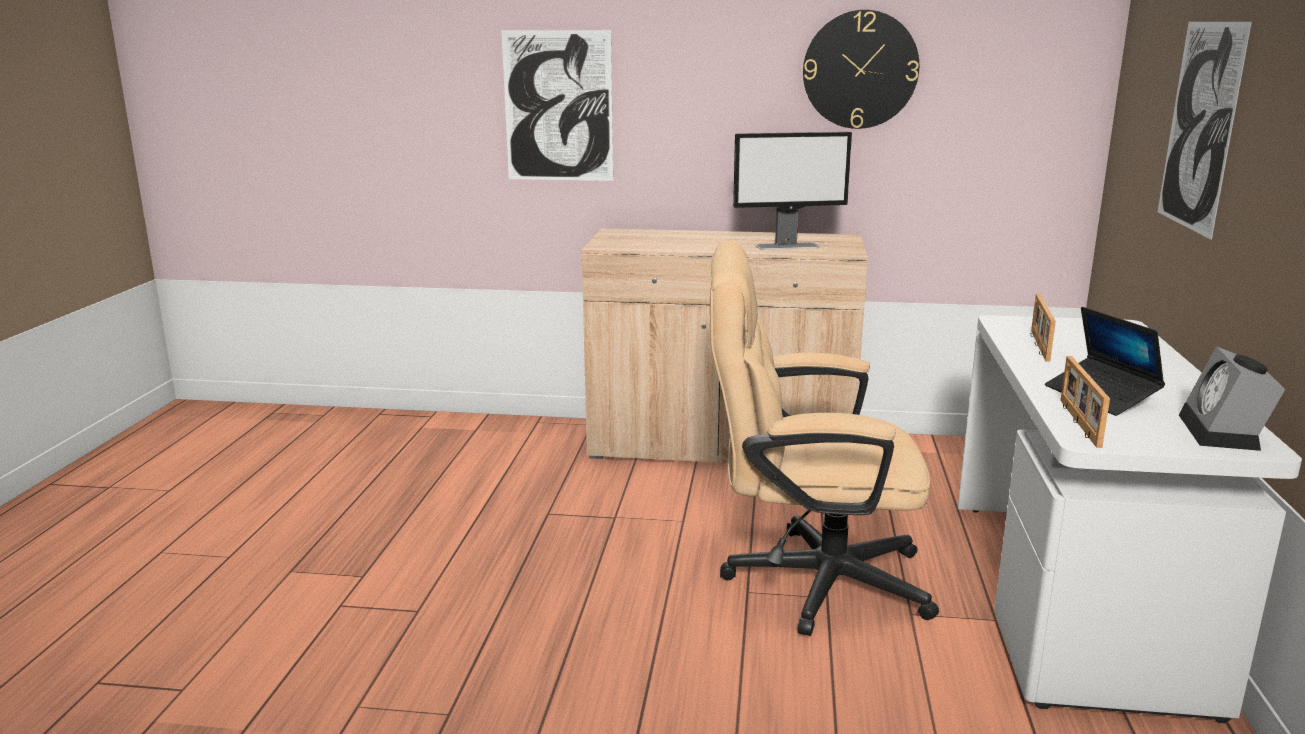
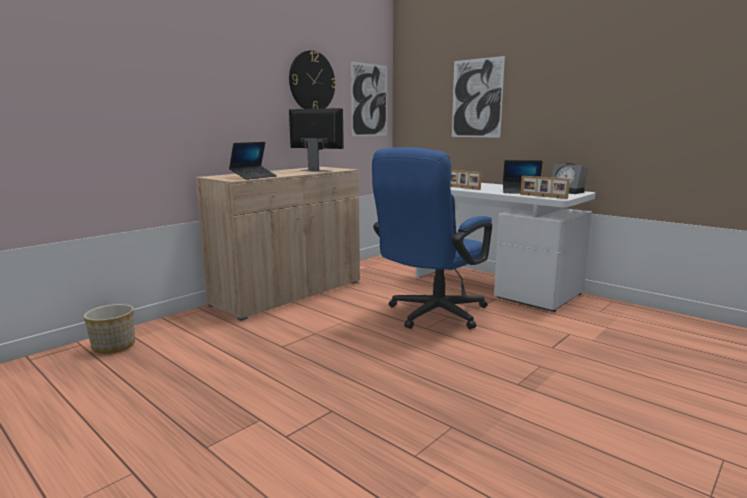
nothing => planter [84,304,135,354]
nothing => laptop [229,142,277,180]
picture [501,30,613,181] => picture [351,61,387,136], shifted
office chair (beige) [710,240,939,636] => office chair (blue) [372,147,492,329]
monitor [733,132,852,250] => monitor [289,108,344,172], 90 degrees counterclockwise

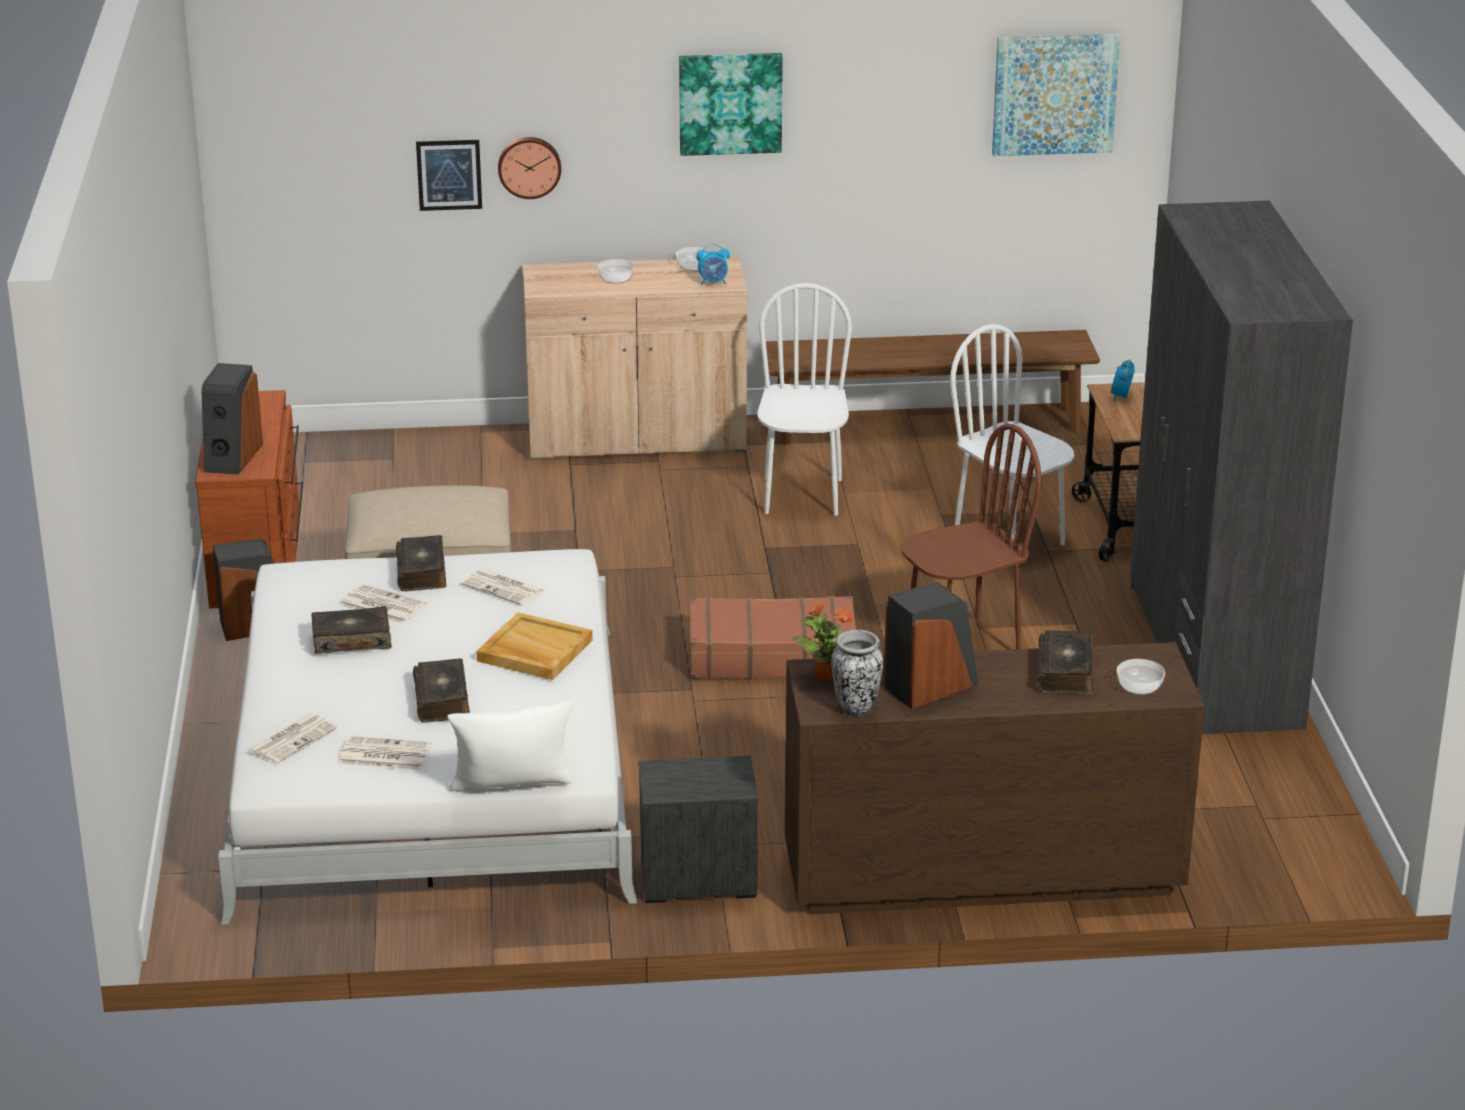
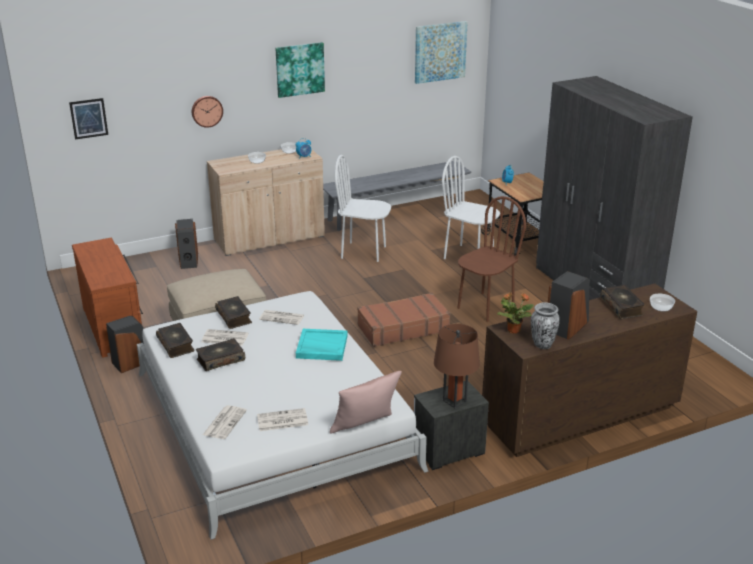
nothing => table lamp (brown) [434,324,480,408]
speaker [202,363,263,475] => speaker [175,219,198,269], shifted
book [413,658,470,723] => book [156,323,195,358], shifted
picture [416,140,482,211] => picture [69,98,108,140], shifted
pillow (white) [447,701,573,791] => pillow (pink) [330,371,402,434]
tray (beige) [476,612,593,680] => tray (turquoise) [296,329,348,361]
bench (brown) [766,330,1100,445] => bench (grey) [323,161,471,231]
chair (white) [757,283,852,516] => chair (white) [335,155,391,262], 60 degrees counterclockwise

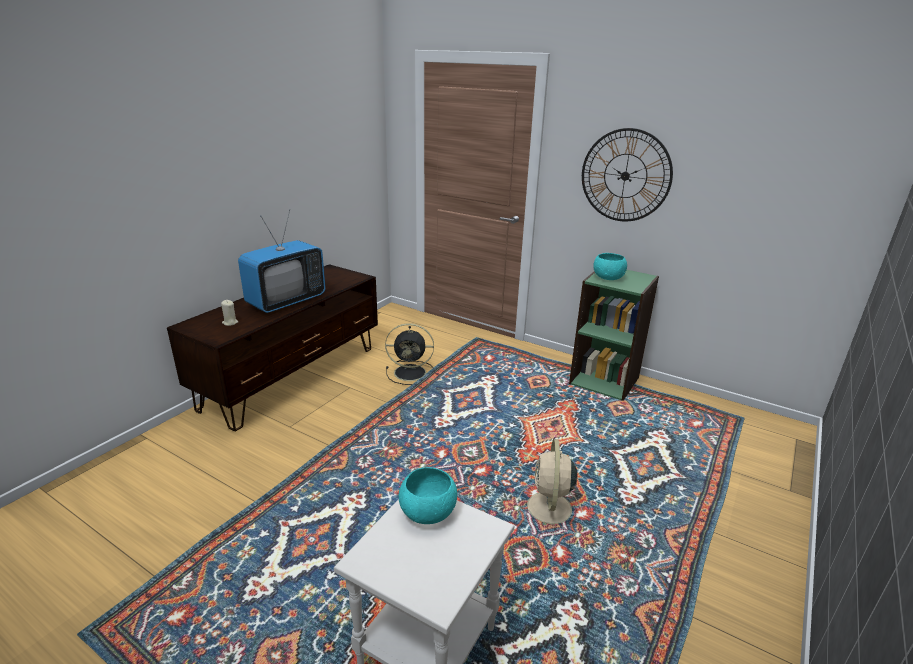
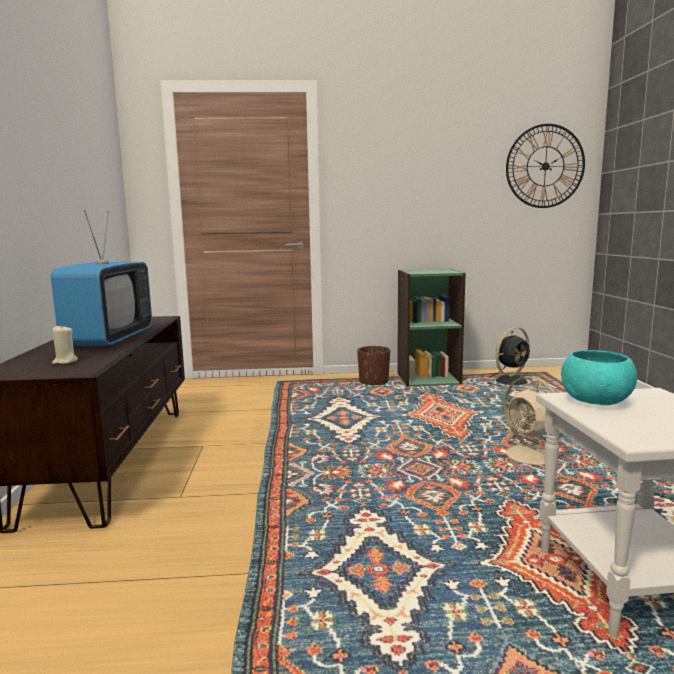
bowl (turquoise) [593,253,627,280] => nothing
nothing => planter (brown) [357,346,390,385]
fan (black) [385,323,434,385] => fan (black) [488,327,530,388], shifted
wall clock [582,128,673,222] => wall clock [506,124,585,208], shifted

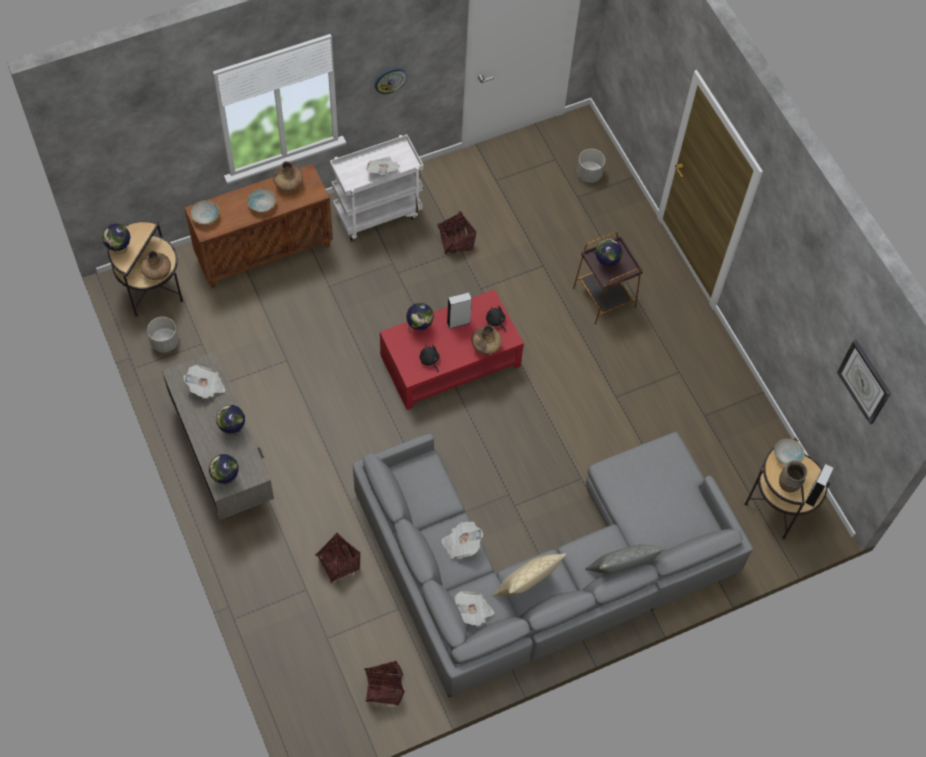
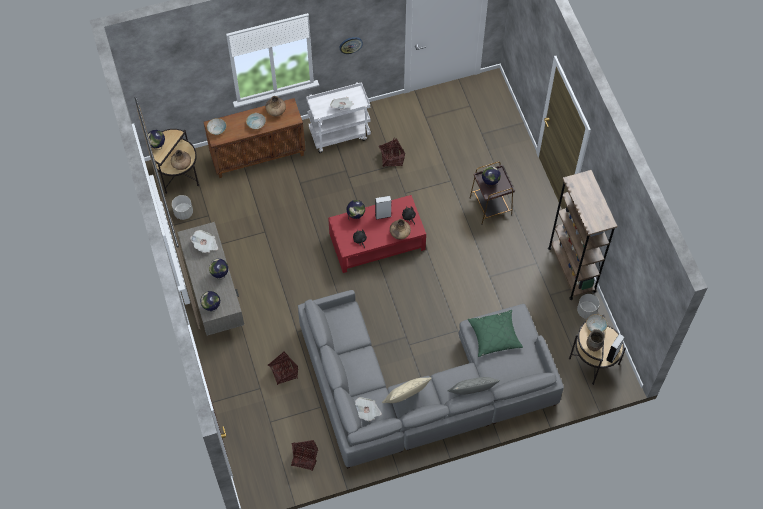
newspaper [441,522,483,559] => nothing
wall clock [837,340,891,424] => nothing
nothing => pillow (green) [468,310,523,357]
nothing => bookcase (brown) [548,170,617,300]
planter (grey) [577,149,605,183] => planter (grey) [577,294,600,319], shifted

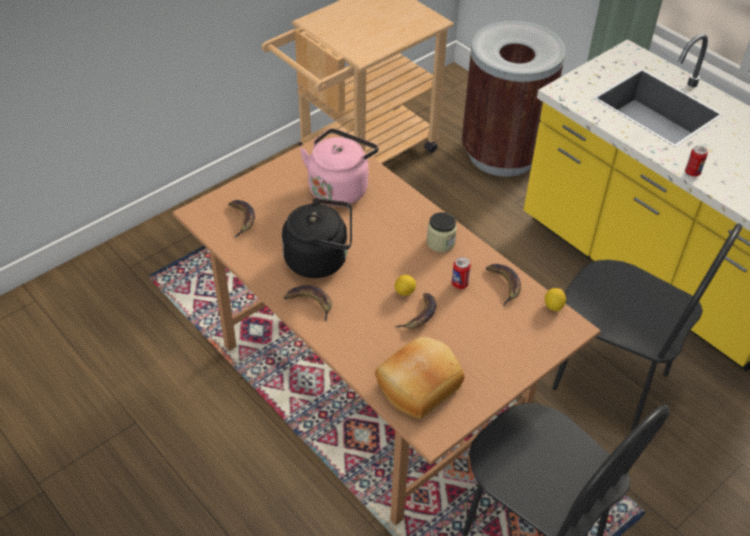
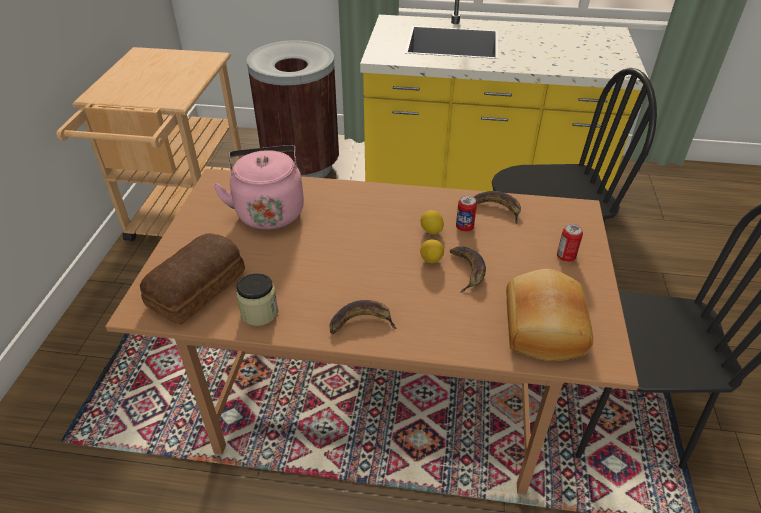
kettle (black) [282,198,352,278] => nothing
jar [427,212,457,252] => jar [236,273,278,326], shifted
lemon [545,288,566,311] => lemon [421,210,444,234], shifted
can [685,146,708,177] => can [557,224,583,262], shifted
banana [228,200,255,238] => bread [140,233,245,325]

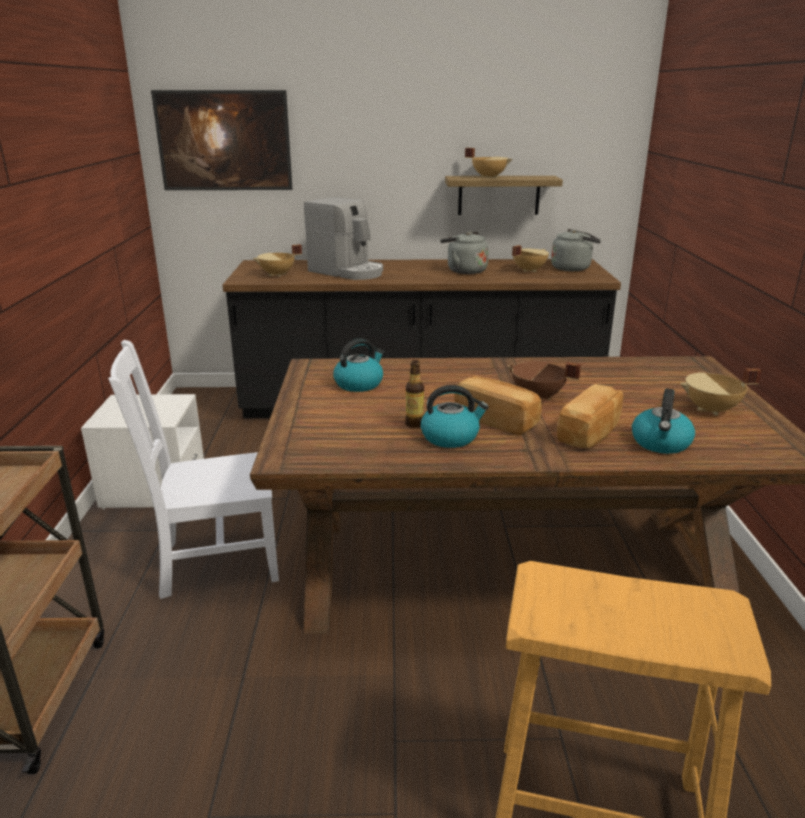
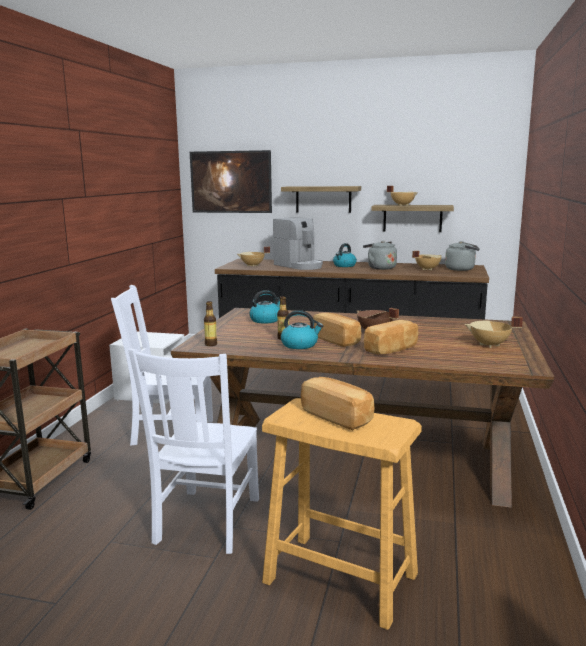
nothing => chair (white) [128,349,259,554]
nothing => bottle [204,301,217,346]
nothing => shelf [281,186,361,213]
nothing => bread [301,377,375,430]
kettle [632,389,695,454] => kettle [333,243,357,267], shifted

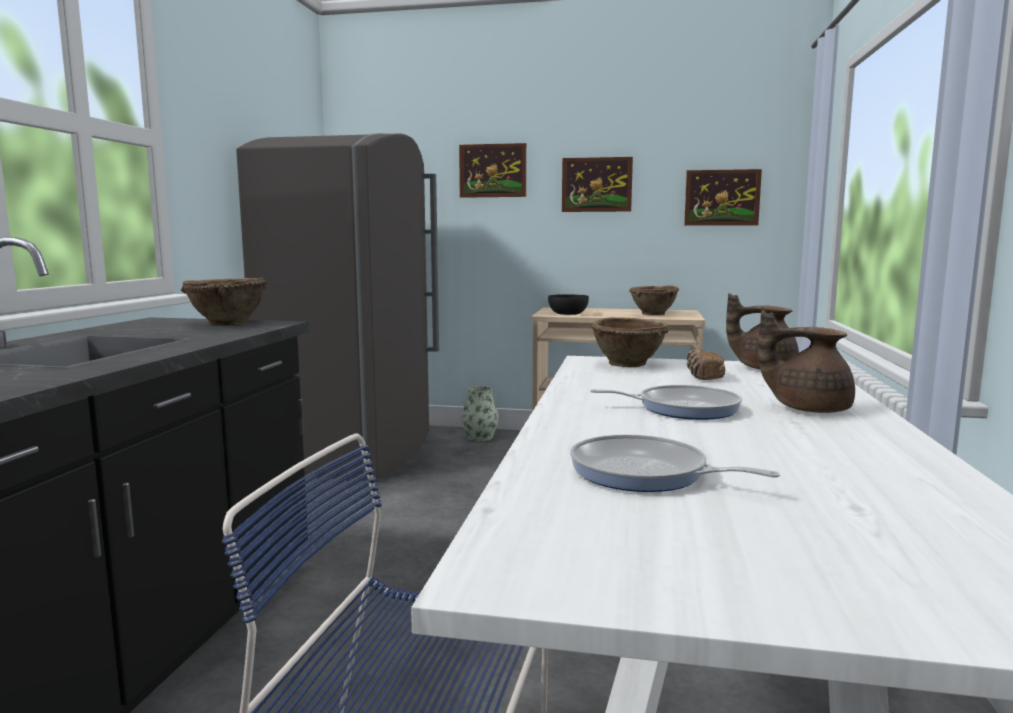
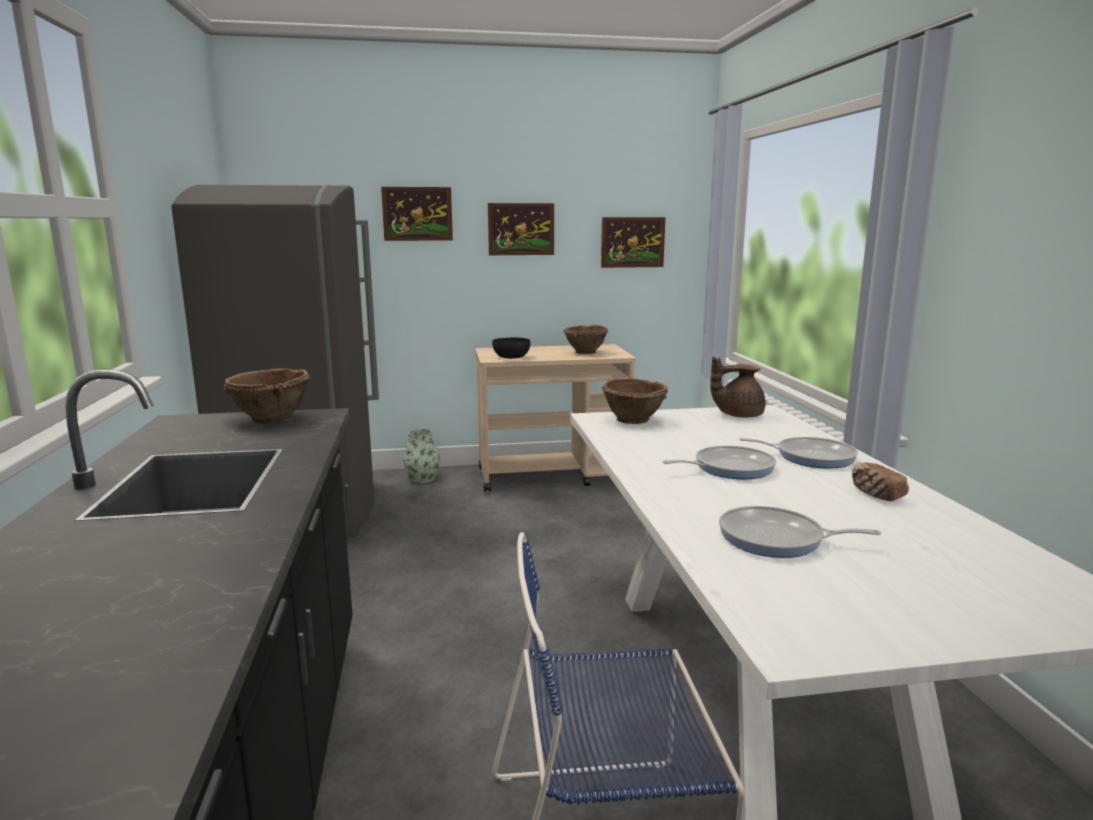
bread [687,350,725,380] => bread [852,462,909,501], shifted
teapot (brown) [758,310,855,413] => frying pan [739,437,858,468]

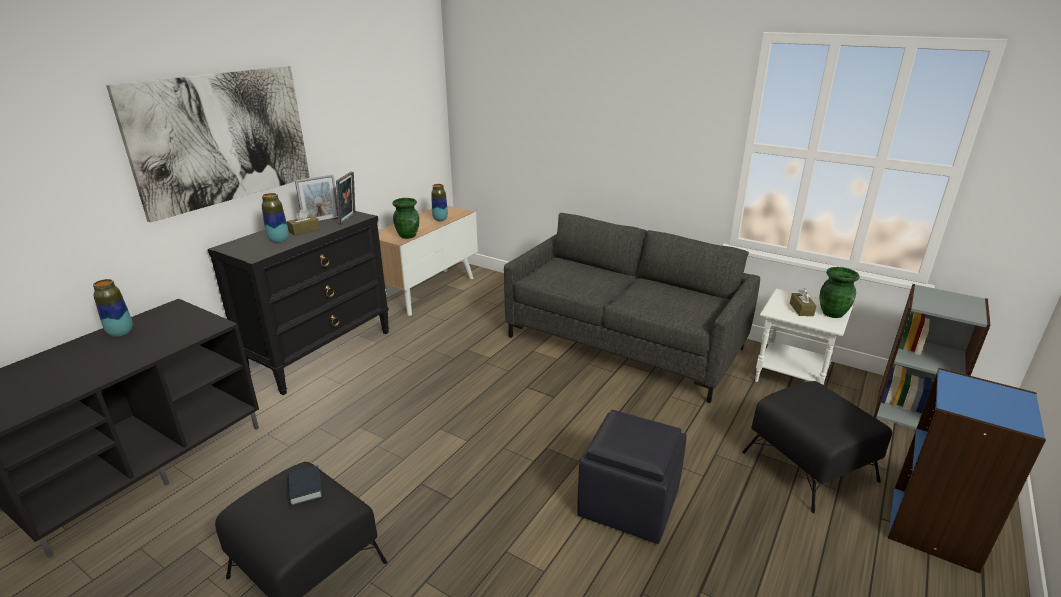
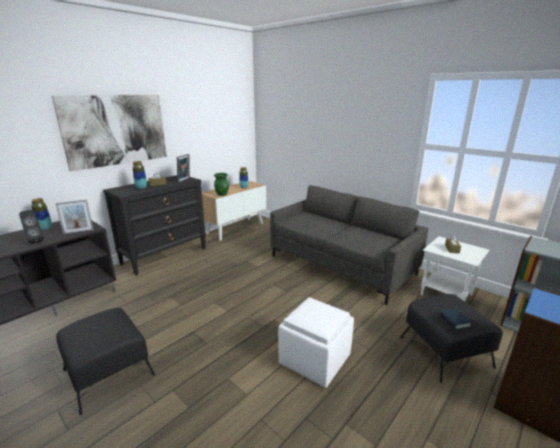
vase (green) [820,267,860,318] => nothing
nothing => speaker (black) [19,210,44,244]
book [288,466,323,506] => book [440,309,472,330], shifted
picture frame [295,175,338,222] => picture frame [55,200,94,235], shifted
ottoman (black) [577,410,687,544] => ottoman (white) [278,297,354,388]

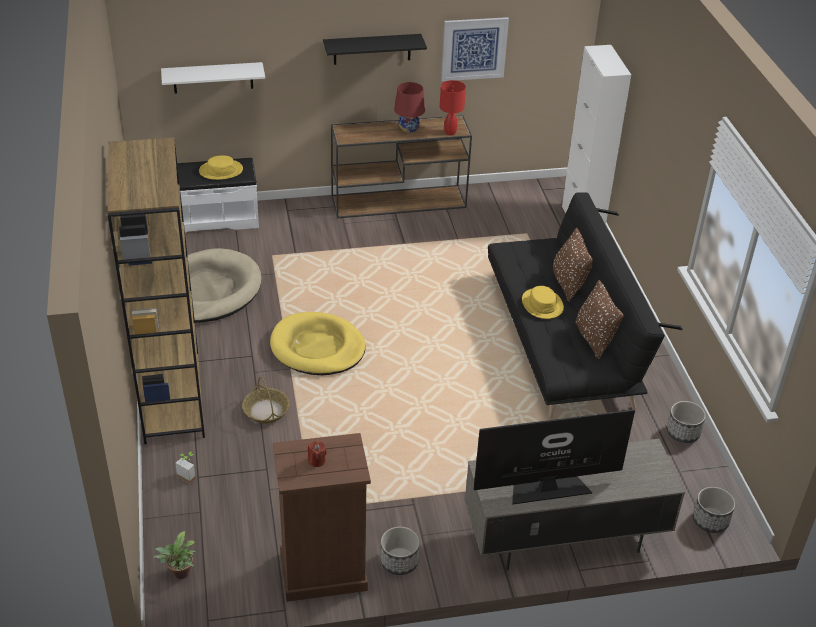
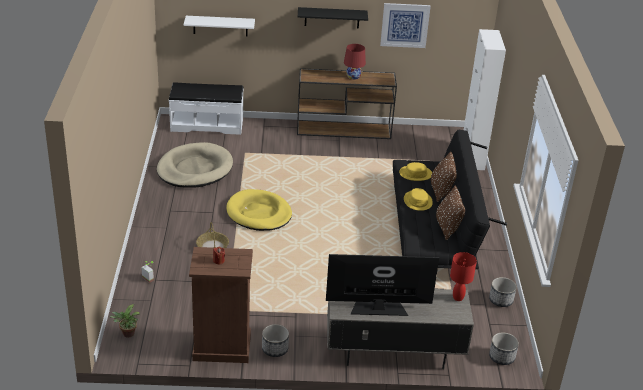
bookcase (brown) [108,137,205,444] => nothing
hat (yellow) [199,155,243,180] => hat (yellow) [399,162,432,181], shifted
table lamp (red) [440,80,466,135] => table lamp (red) [450,252,477,301], shifted

